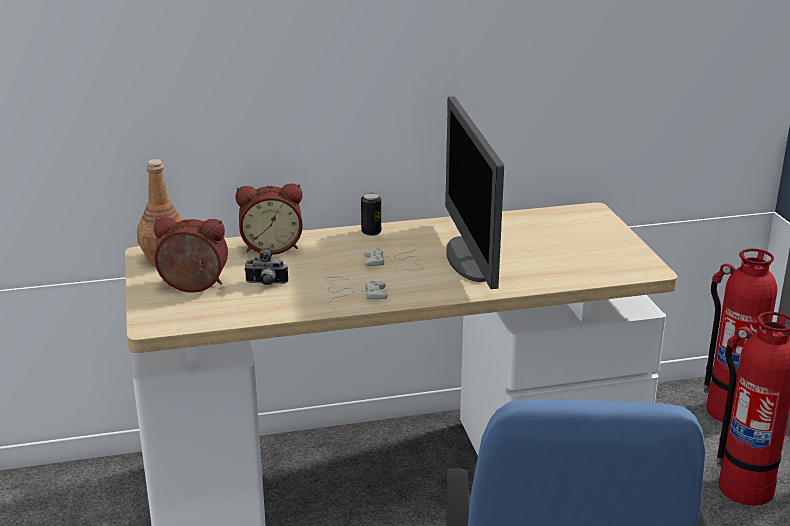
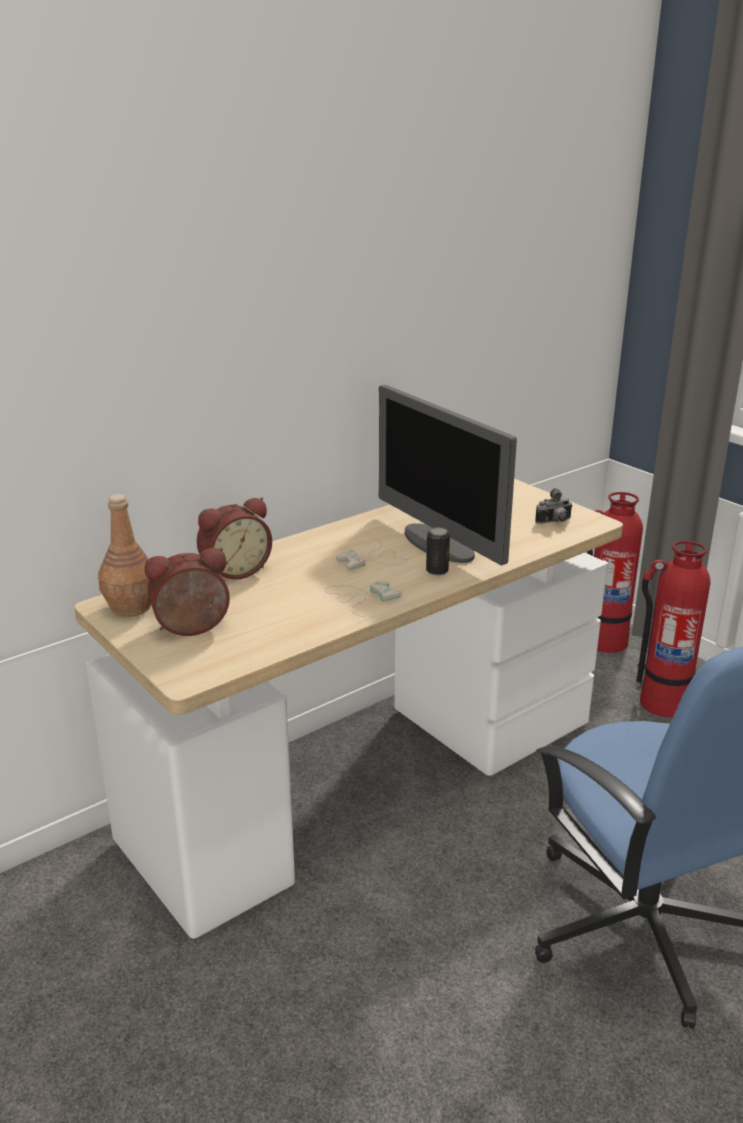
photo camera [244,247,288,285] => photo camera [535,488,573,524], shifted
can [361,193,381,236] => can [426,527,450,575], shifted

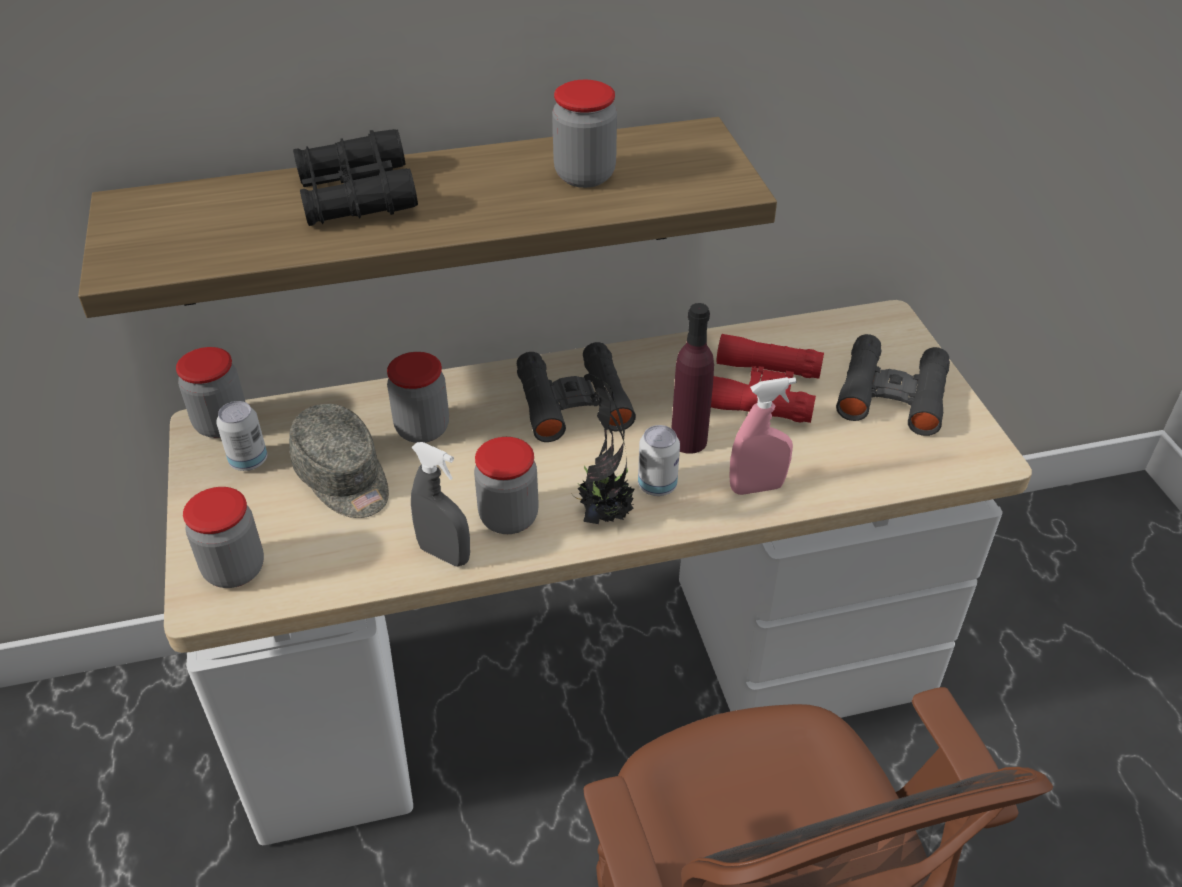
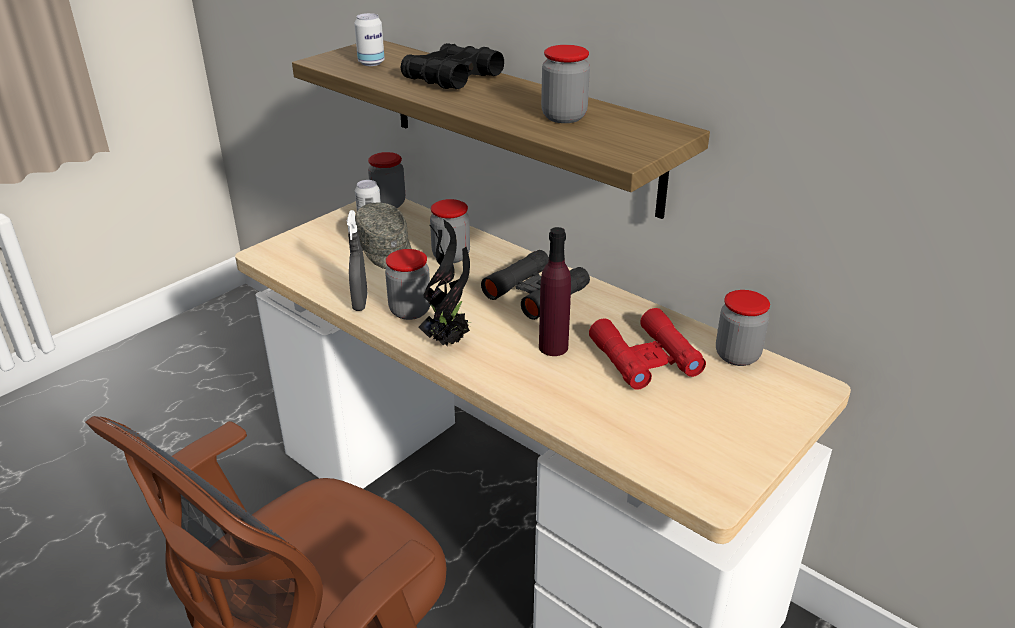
spray bottle (pink) [729,377,796,495] => nothing
binoculars (black) [836,334,950,436] => nothing
jar [183,487,264,588] => jar [716,290,770,366], shifted
can [638,425,680,496] => can [354,13,385,66], shifted
cap (grey) [289,404,389,518] => cap (grey) [355,203,412,269], 45 degrees counterclockwise

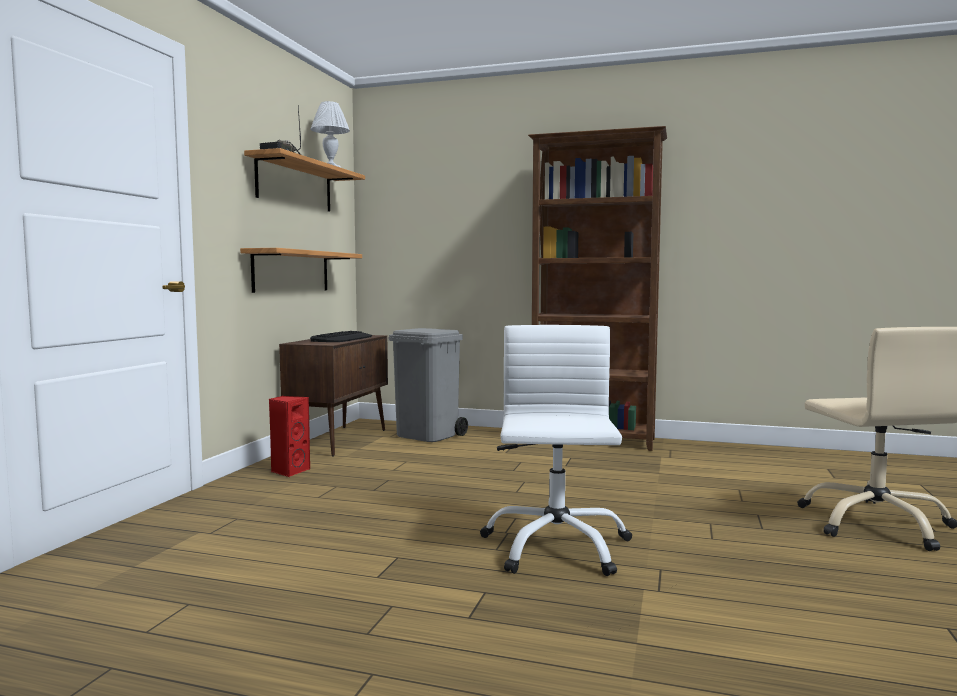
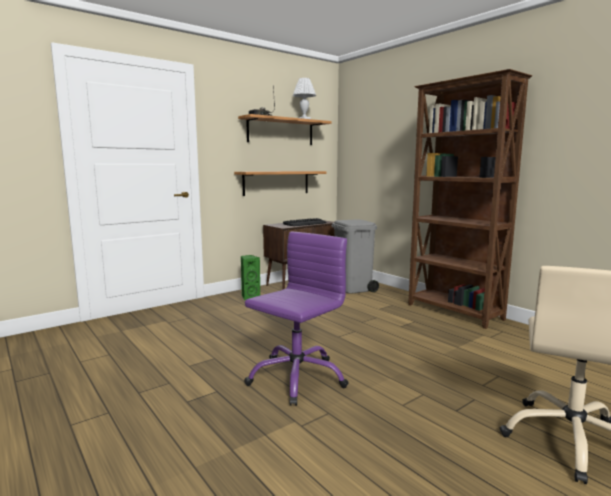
speaker (red) [269,396,310,477] => speaker (green) [241,255,260,300]
office chair (white) [480,325,632,576] => office chair (purple) [244,232,349,406]

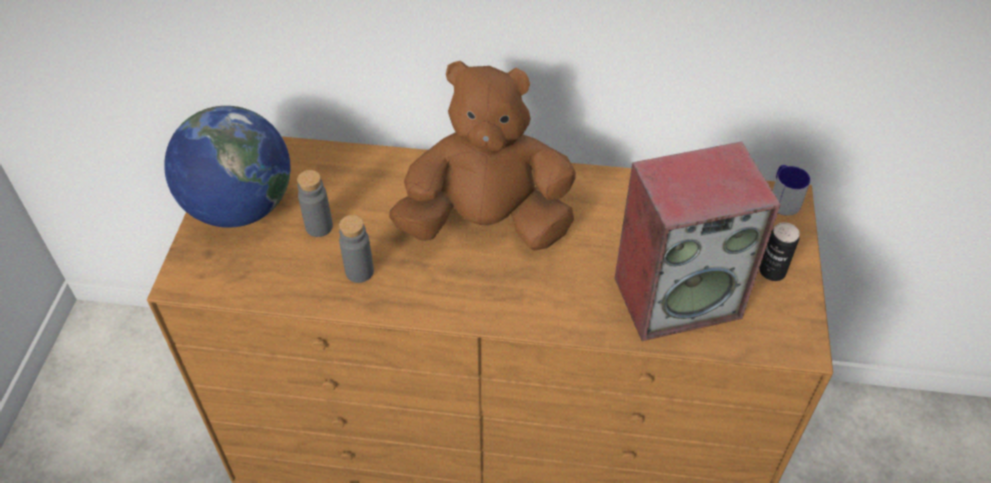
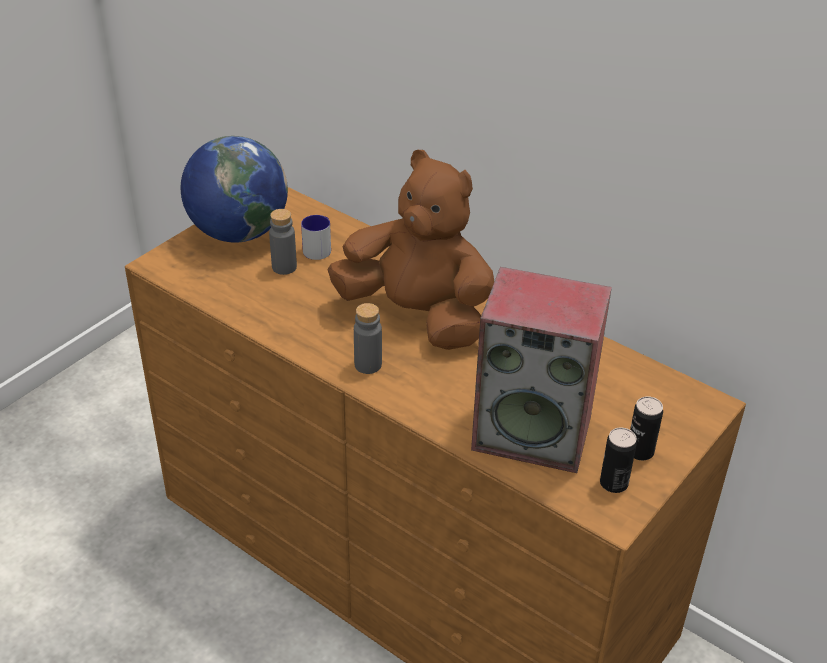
nothing => can [600,427,637,493]
bottle (grey) [339,215,374,283] => bottle (grey) [354,303,382,374], shifted
mug [773,165,811,216] => mug [301,215,331,260], shifted

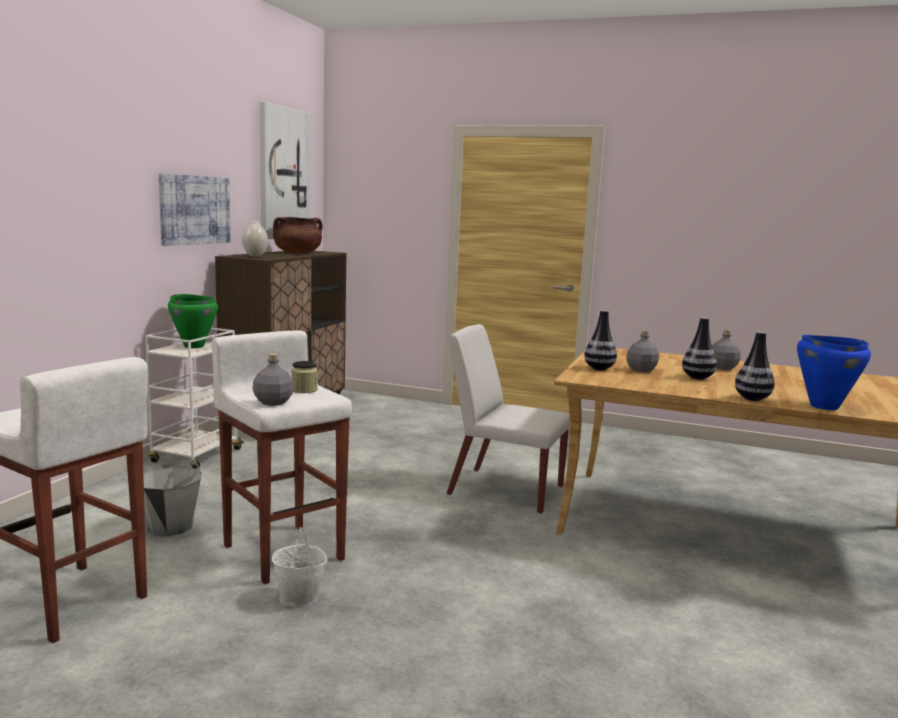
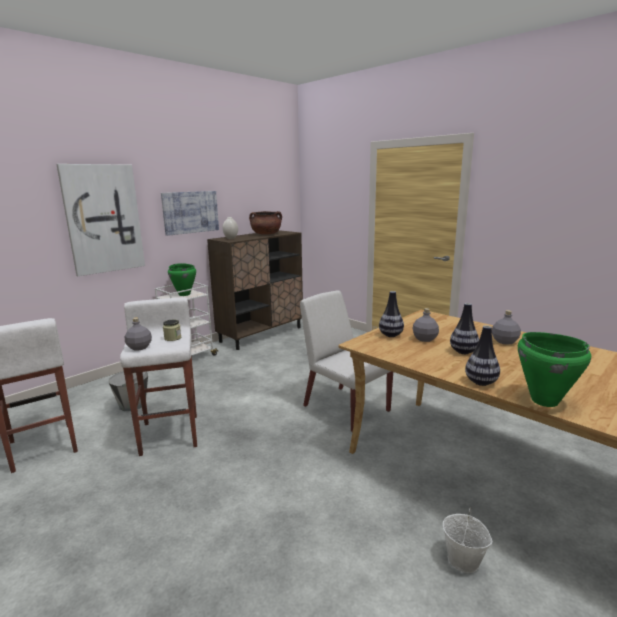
picture [260,102,311,239] => picture [56,164,145,276], shifted
bucket (white) [272,527,327,607] => bucket (white) [443,507,492,573], shifted
cooking pot (blue) [797,335,871,410] => cooking pot (green) [518,332,591,407]

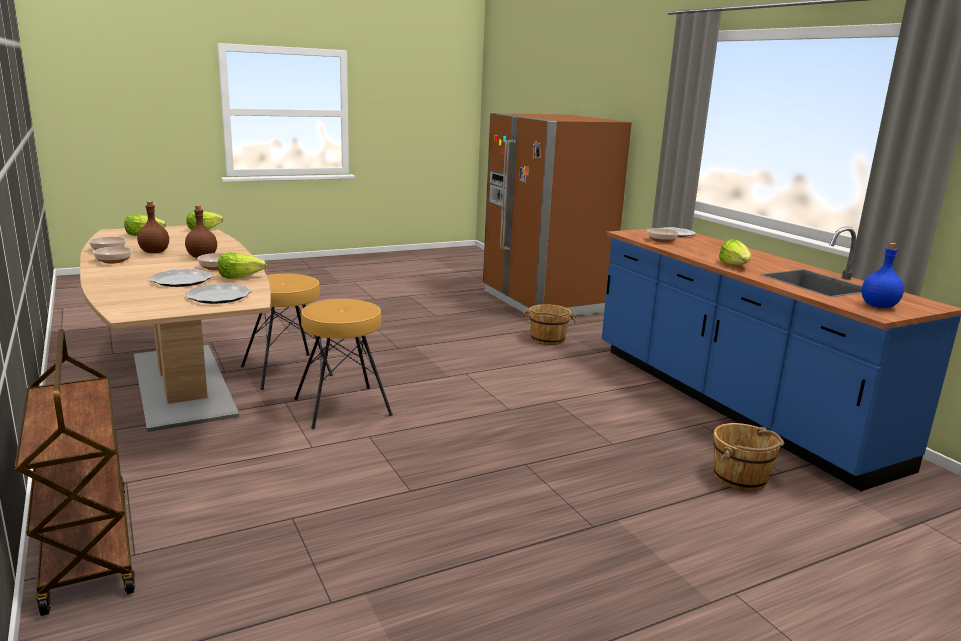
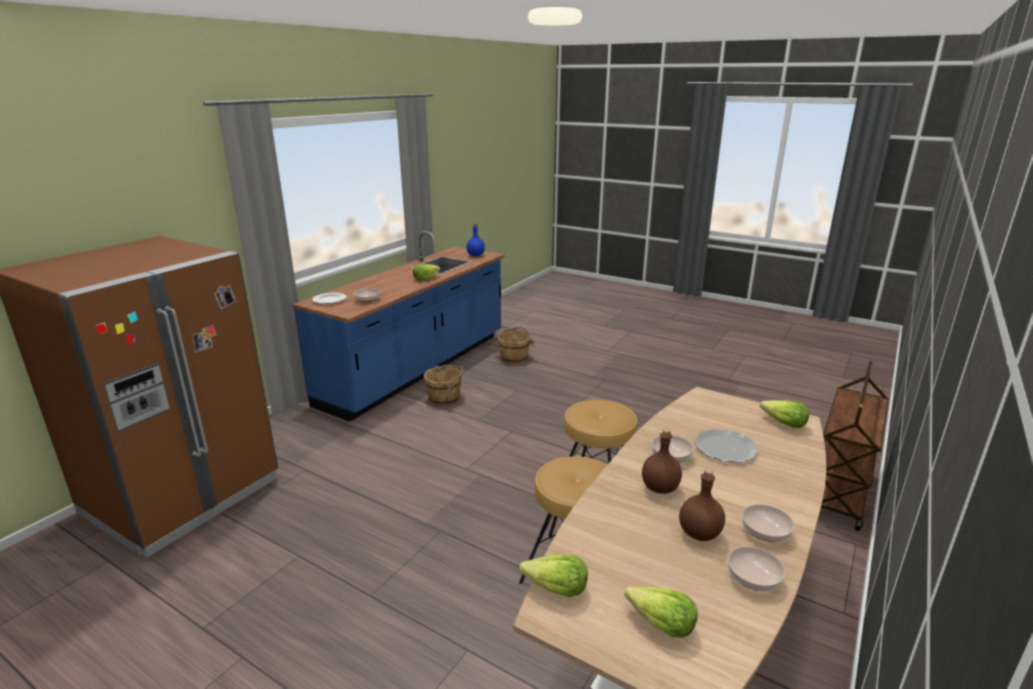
plate [185,284,251,304] => nothing
lettuce [218,252,267,279] => lettuce [760,400,809,428], shifted
bucket (brown) [522,304,576,345] => bucket (brown) [424,365,464,406], shifted

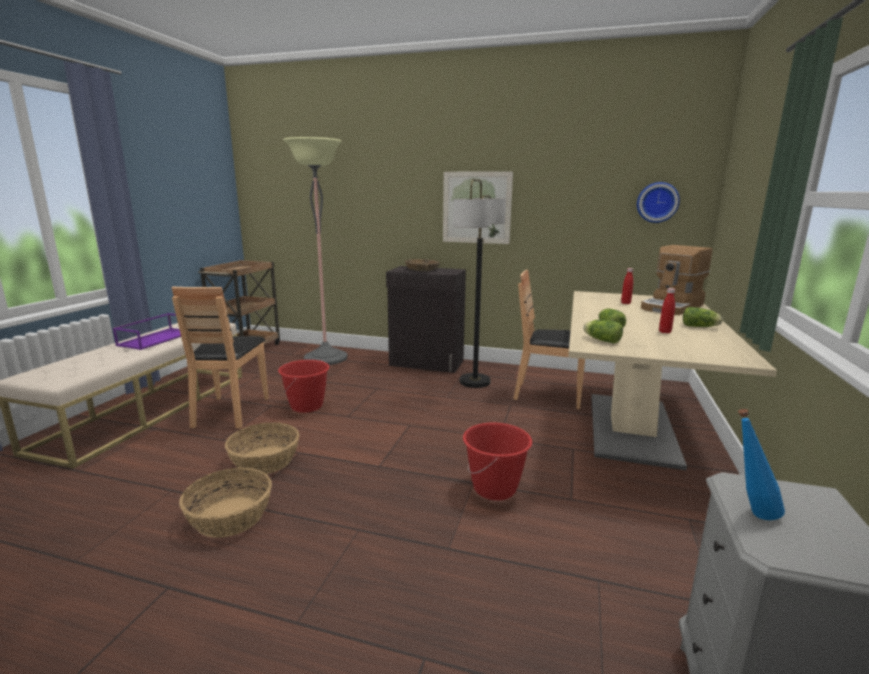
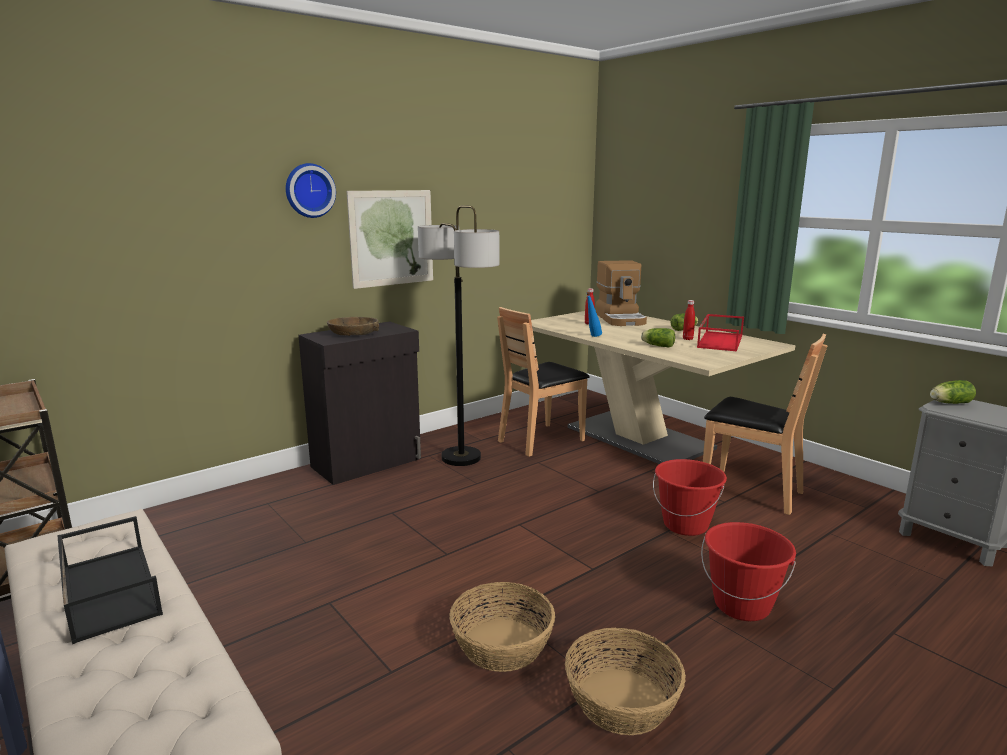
floor lamp [283,137,348,365] => nothing
nothing => tray (red) [697,314,744,351]
chair (brown) [172,287,269,429] => chair (brown) [703,334,828,515], shifted
bucket (red) [278,360,329,413] => bucket (red) [701,522,796,621], shifted
lettuce [583,320,623,344] => lettuce [930,380,976,404], shifted
wall clock [637,182,680,223] => wall clock [286,163,336,218], shifted
bottle (blue) [738,409,785,520] => bottle (blue) [587,292,602,337], shifted
tray (purple) [113,313,181,350] => tray (black) [57,516,163,644]

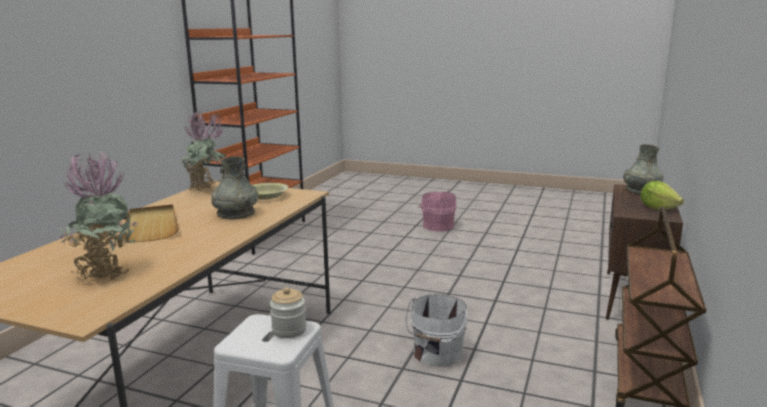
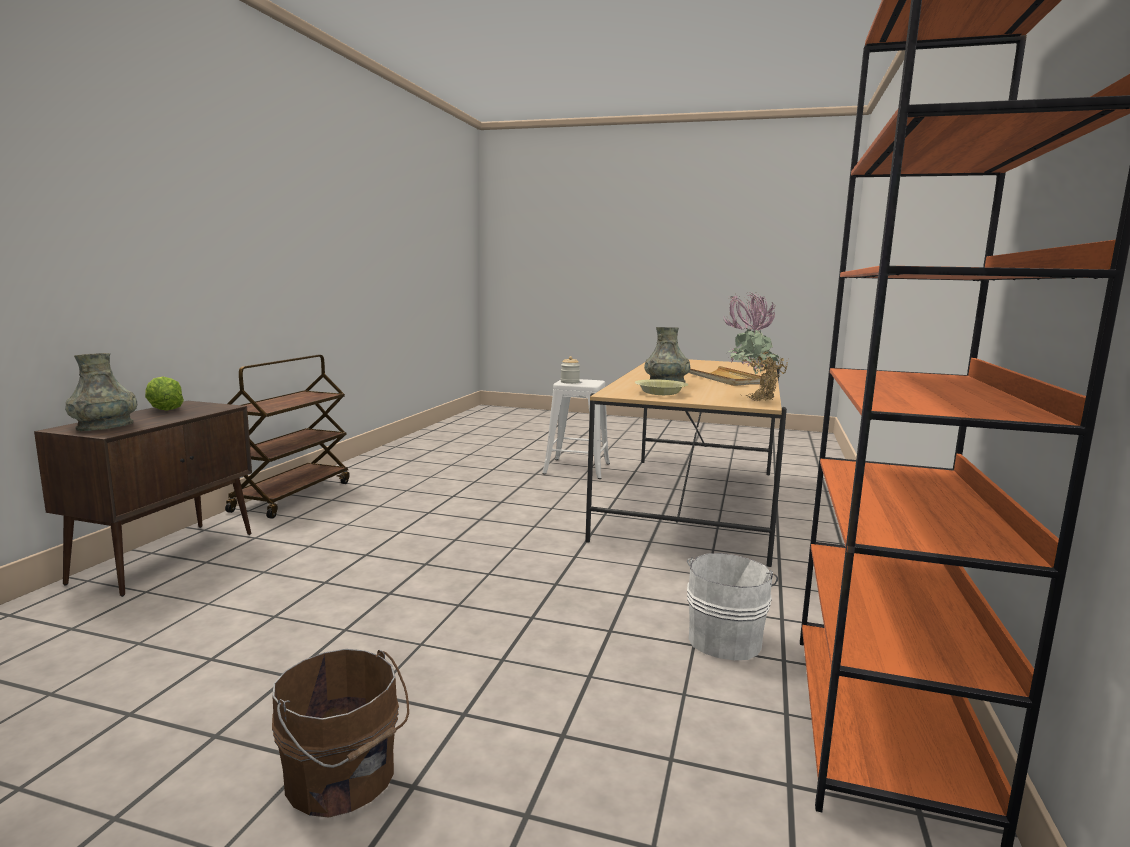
potted plant [59,150,138,281] => nothing
bucket (white) [406,294,467,367] => bucket (white) [687,553,778,660], shifted
bucket (pink) [418,190,456,232] => bucket (brown) [272,649,409,817]

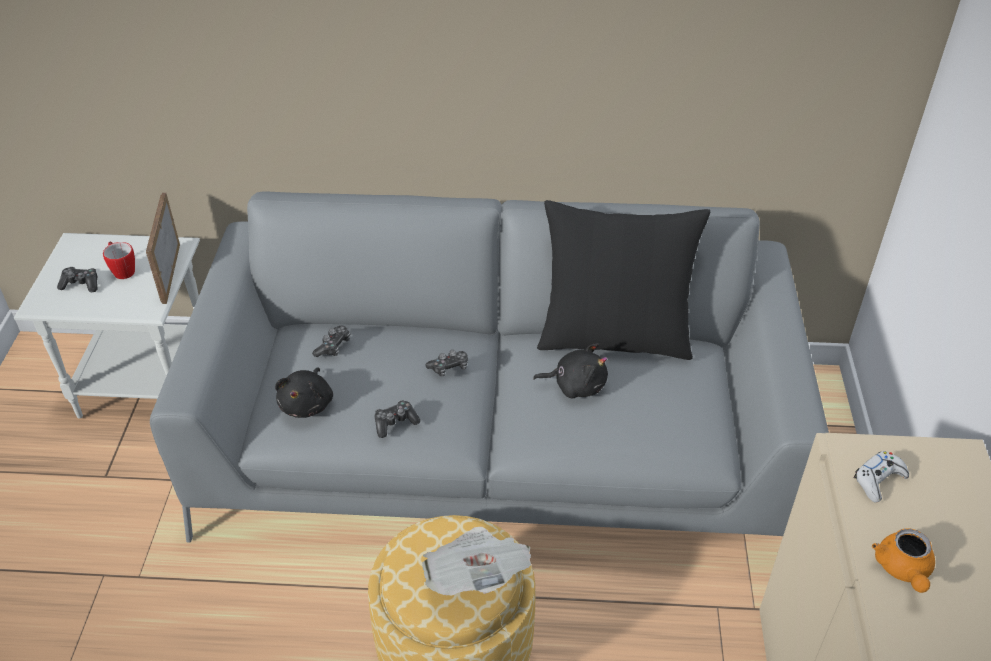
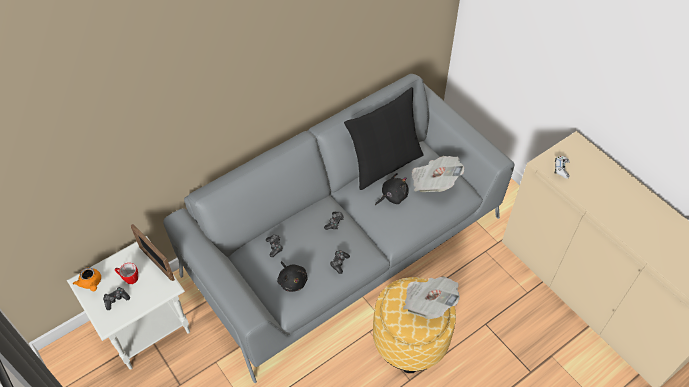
nothing => newspaper [412,156,464,192]
teapot (orange) [872,528,935,593] => teapot (orange) [73,267,101,291], shifted

